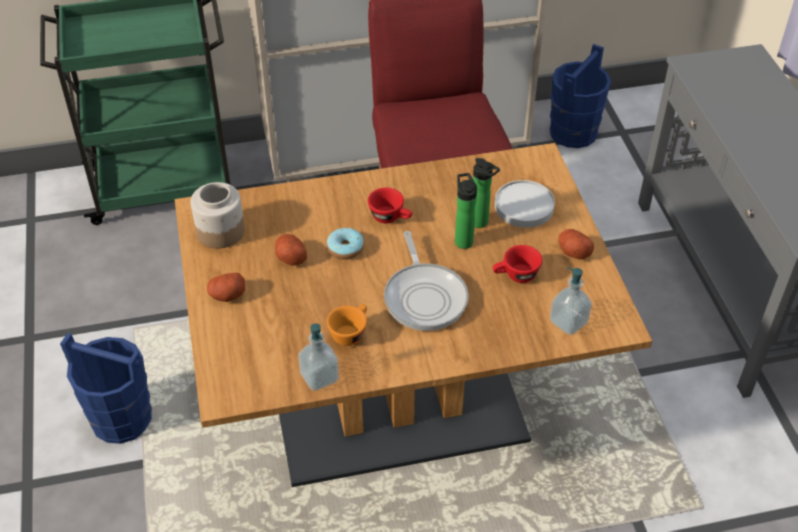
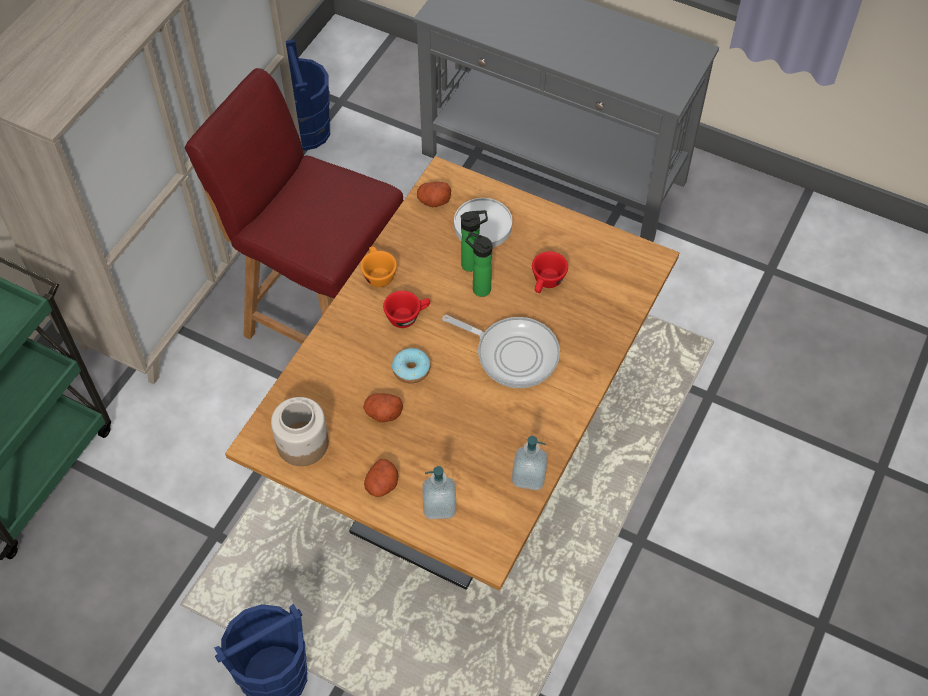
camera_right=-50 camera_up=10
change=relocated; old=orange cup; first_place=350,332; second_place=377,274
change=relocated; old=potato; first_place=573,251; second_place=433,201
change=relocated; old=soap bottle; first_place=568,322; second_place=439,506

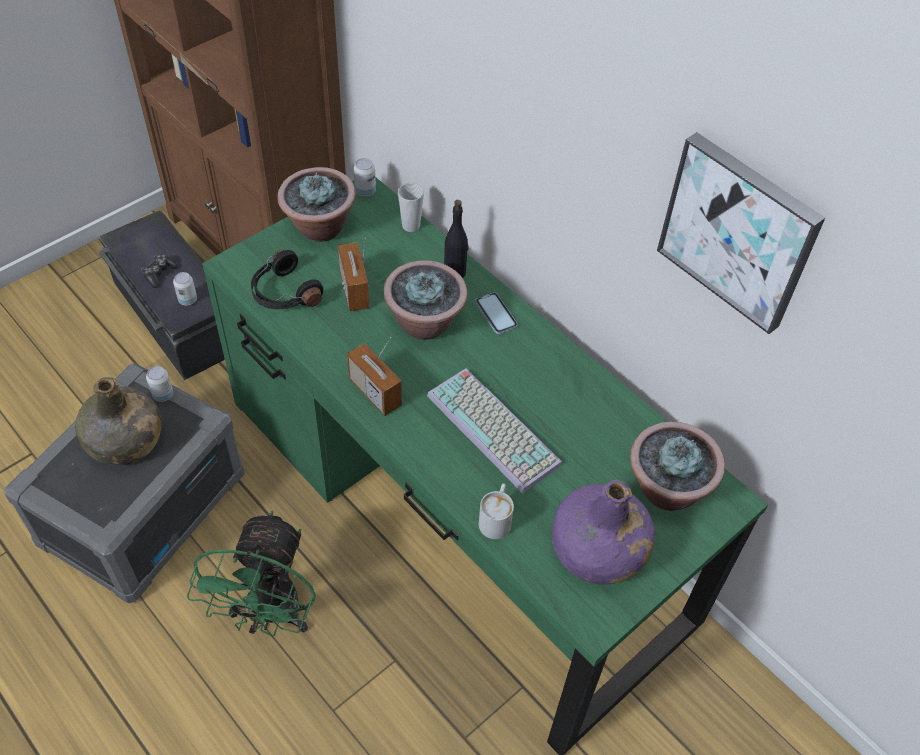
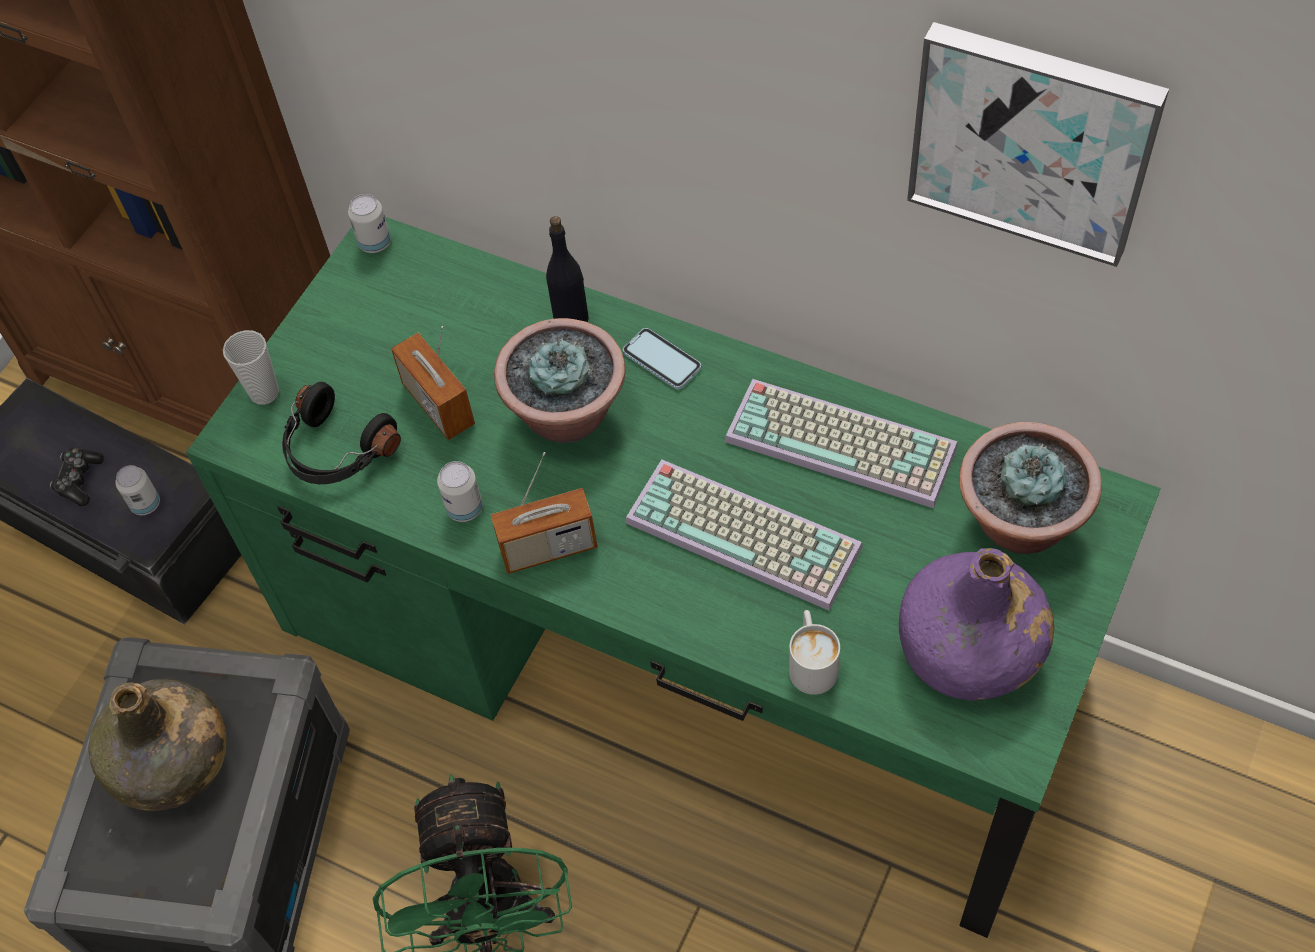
camera_right=-15 camera_up=5
change=relocated; old=cup; first_place=411,226; second_place=264,393
change=relocated; old=can; first_place=163,395; second_place=464,508
change=spun; old=radio receiver; first_place=375,392; second_place=548,548; degrees=-45
change=appeared; new=PC keyboard; second_place=844,441
change=missing; old=houseplant; first_place=319,228

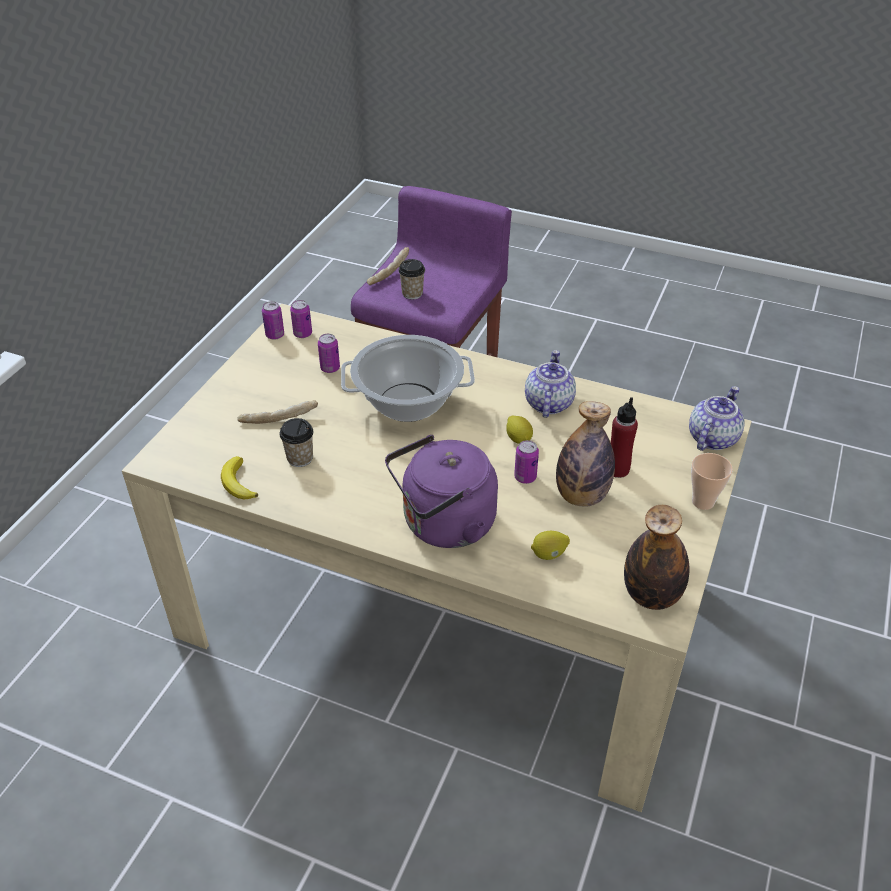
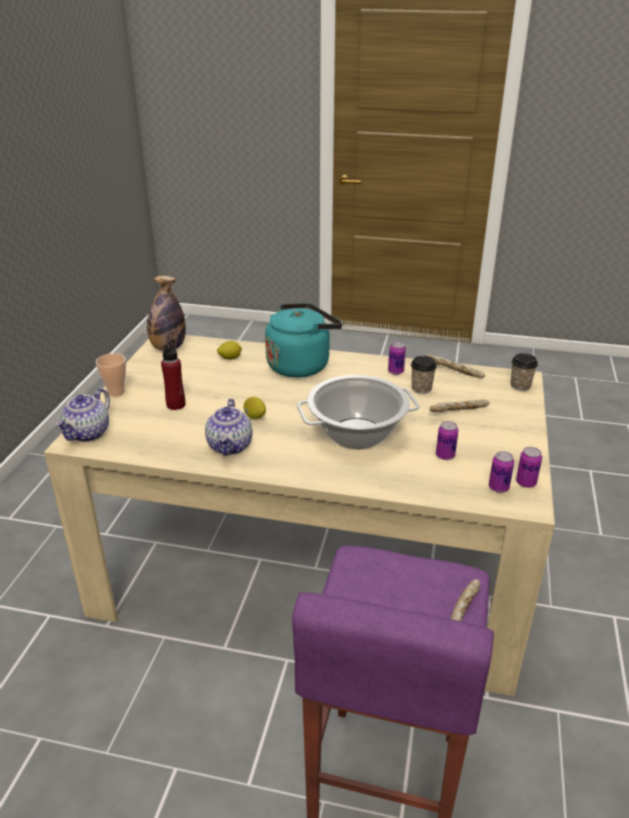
camera_right=170 camera_up=-10
change=colour; old=purplish kettle; new=turquoise kettle; first_place=444,525; second_place=301,365
change=relocated; old=can; first_place=525,477; second_place=395,371
change=exchanged; old=banana fruit; new=baked bread; first_place=238,483; second_place=454,372
change=relocated; old=cup; first_place=412,294; second_place=520,386
change=missing; old=beverage bottle; first_place=581,496

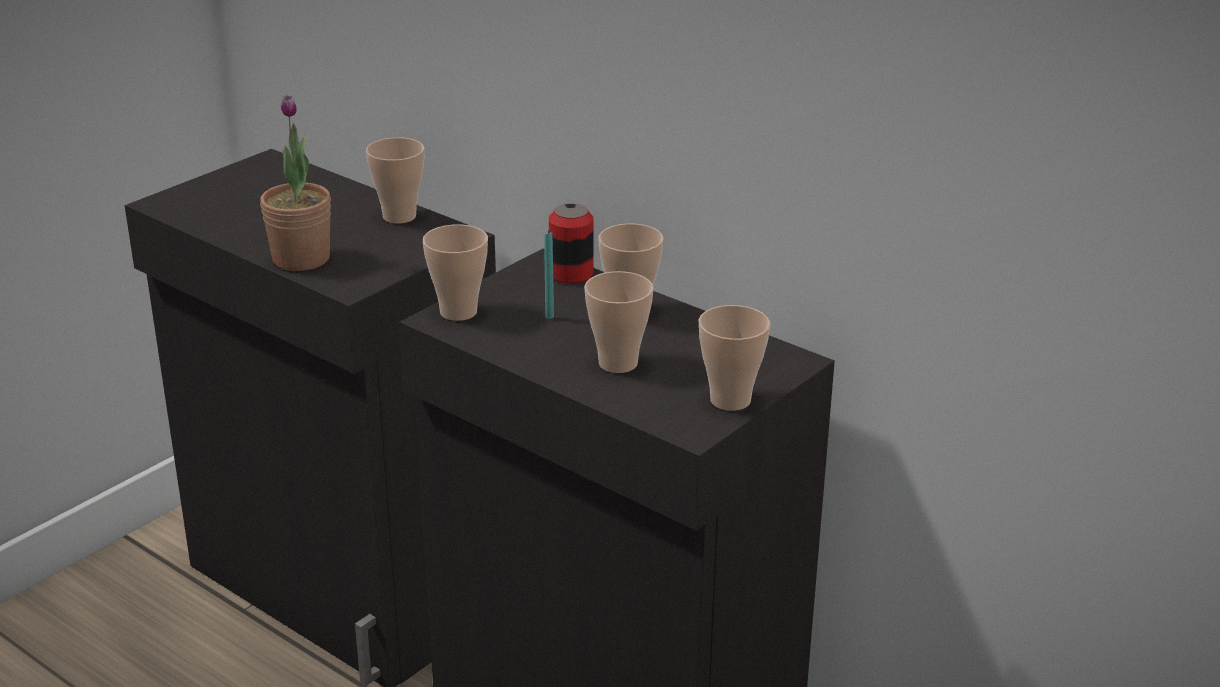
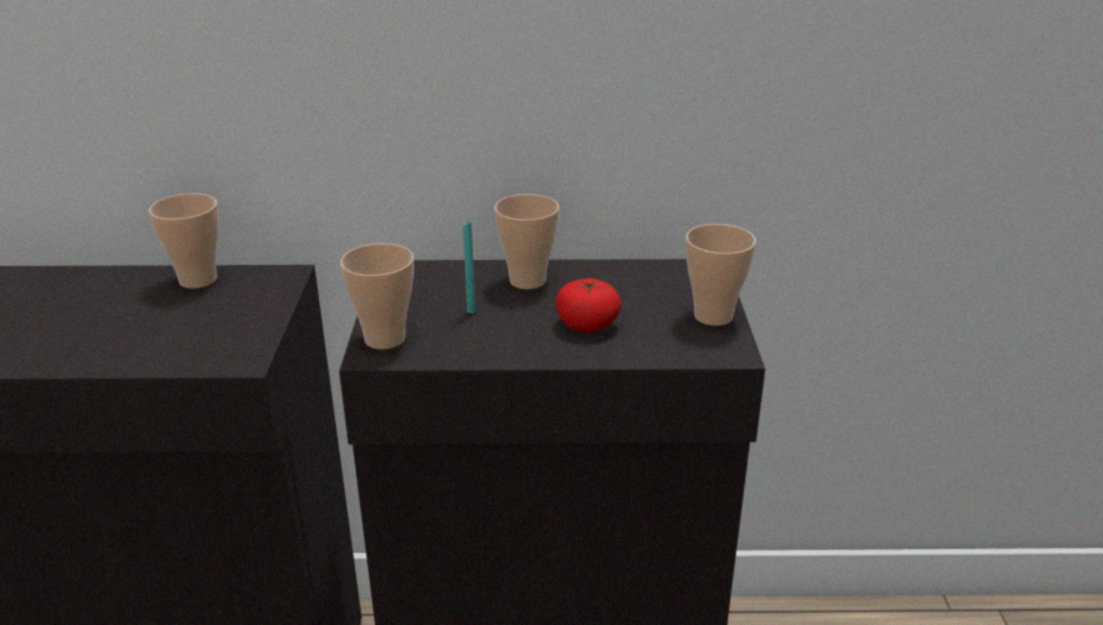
camera_right=-40 camera_up=0
change=exchanged; old=cup; new=whole tomato; first_place=618,363; second_place=587,324
change=missing; old=houseplant; first_place=301,259
change=missing; old=can; first_place=571,274

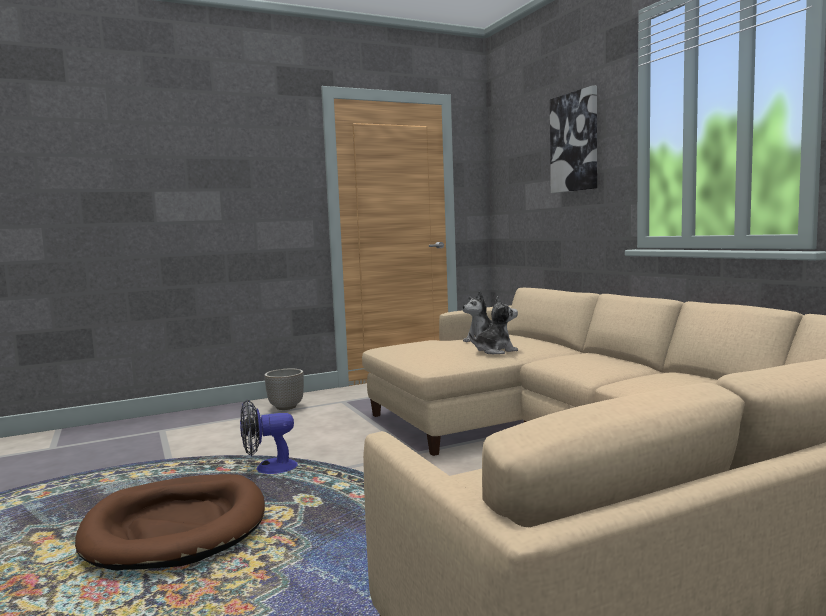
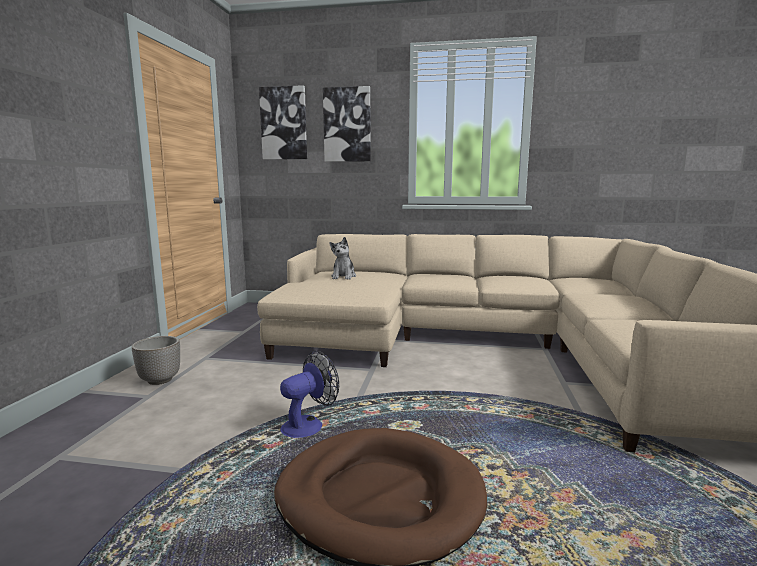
camera_right=-55 camera_up=5
change=appeared; new=wall picture; second_place=284,123
change=spun; old=cooling fan; first_place=268,469; second_place=308,425; degrees=-150
change=missing; old=cuddly toy; first_place=495,351

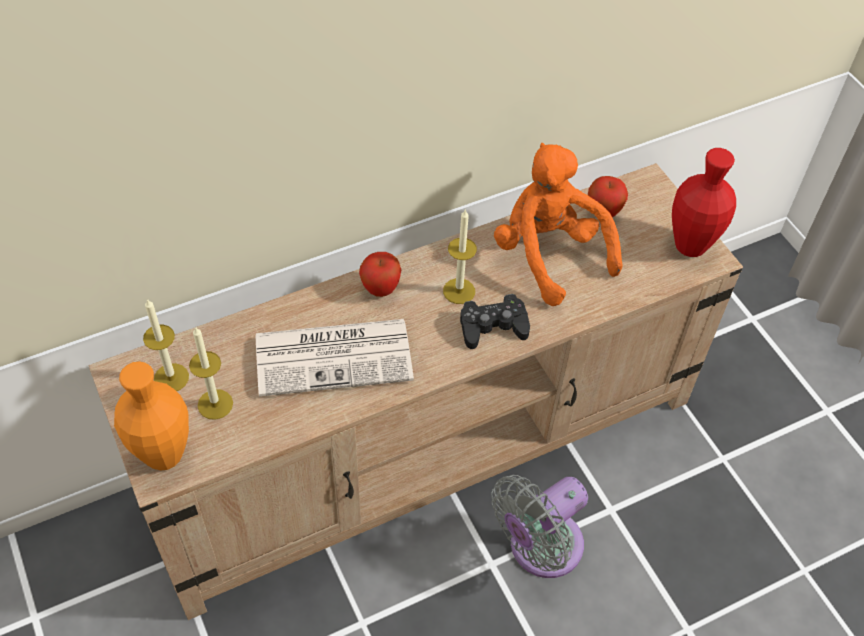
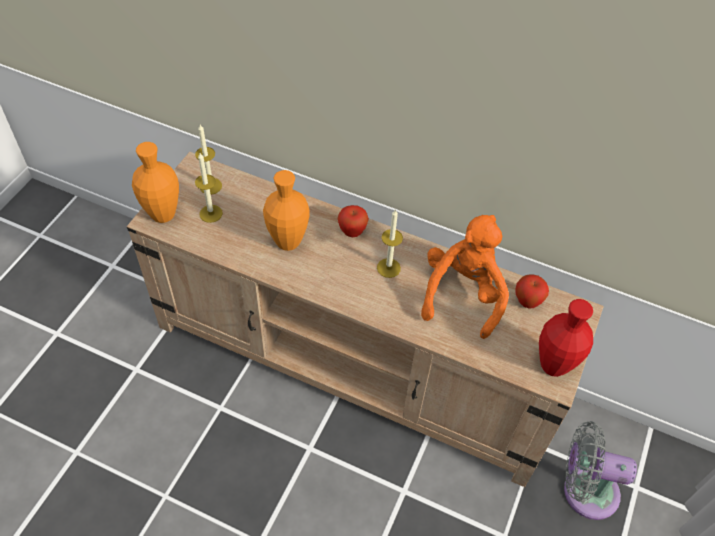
camera_right=50 camera_up=0
change=exchanged; old=printed paper; new=orange decorative vase; first_place=335,356; second_place=288,242
change=relocated; old=grey cooling fan; first_place=539,548; second_place=584,490
change=missing; old=black-coloured joypad; first_place=492,326

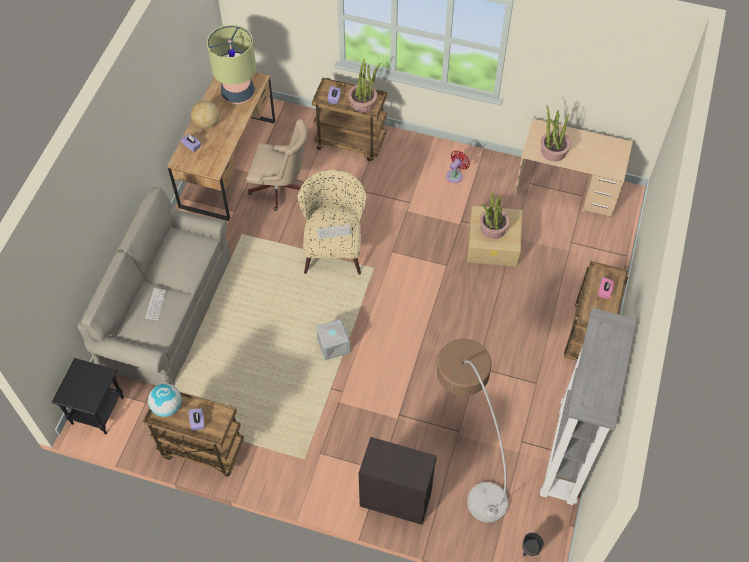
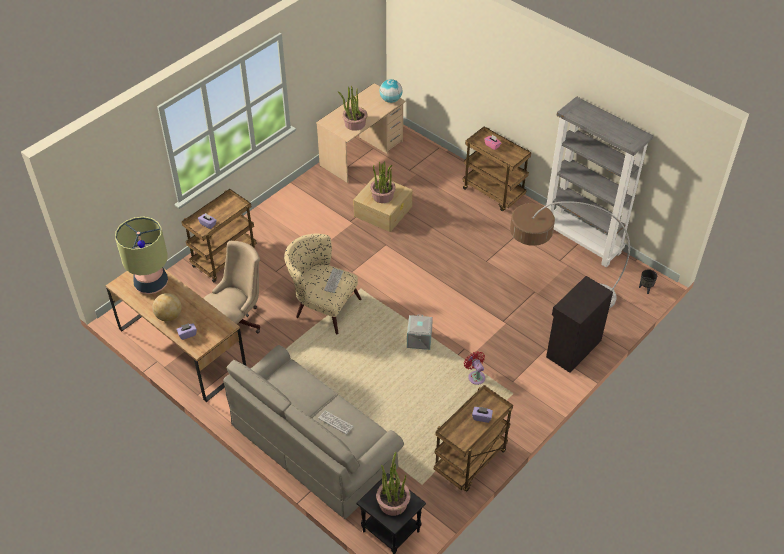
camera_right=-65 camera_up=-10
change=relocated; old=houseplant; first_place=363,103; second_place=393,502
change=relocated; old=globe; first_place=167,407; second_place=391,100
change=relocated; old=red cooling fan; first_place=455,175; second_place=475,376

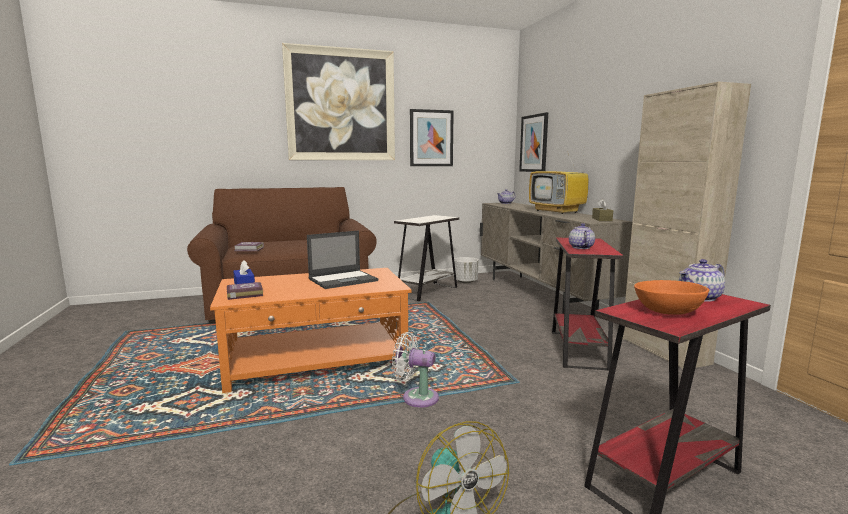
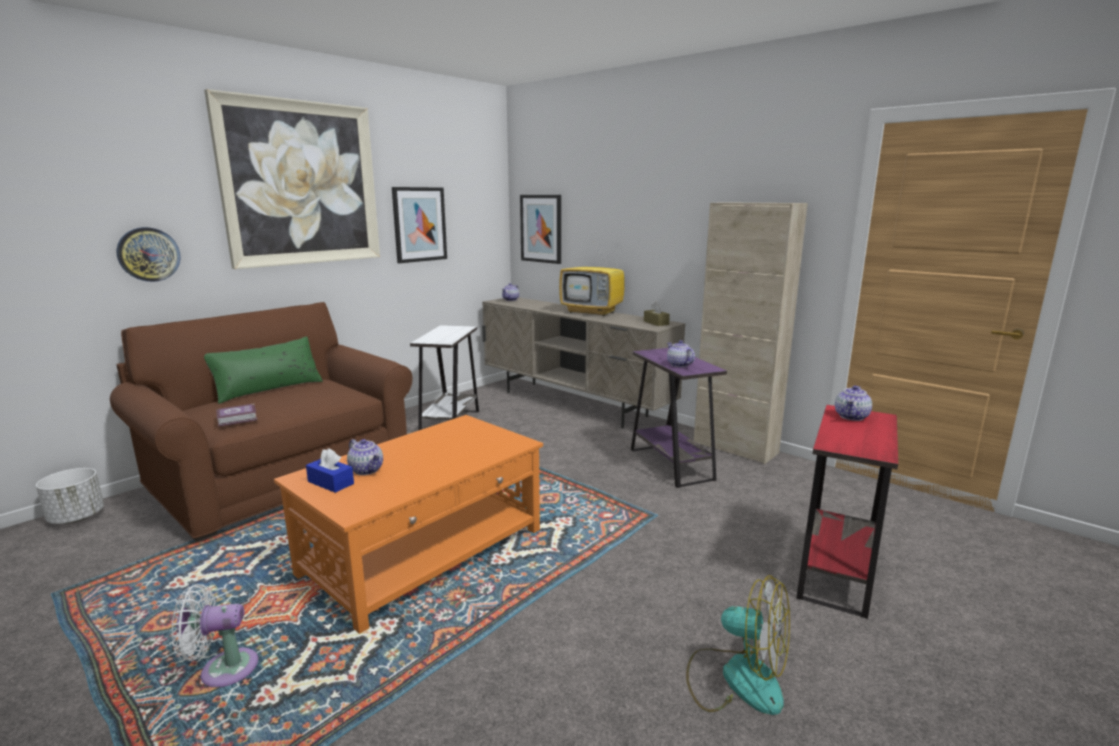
camera_right=-30 camera_up=5
change=relocated; old=white-coloured planter; first_place=465,282; second_place=77,517
change=appeared; new=hanging clock; second_place=148,254
change=relocated; old=white-coloured cooling fan; first_place=416,397; second_place=223,669
change=appeared; new=greenish throw pillow; second_place=268,389
change=appeared; new=tea pot; second_place=367,470
change=colour; old=red side table; new=purplish side table; first_place=578,349; second_place=671,464
change=missing; old=book; first_place=244,294
change=missing; old=portable computer; first_place=343,280
change=missing; old=orange bowl; first_place=669,312

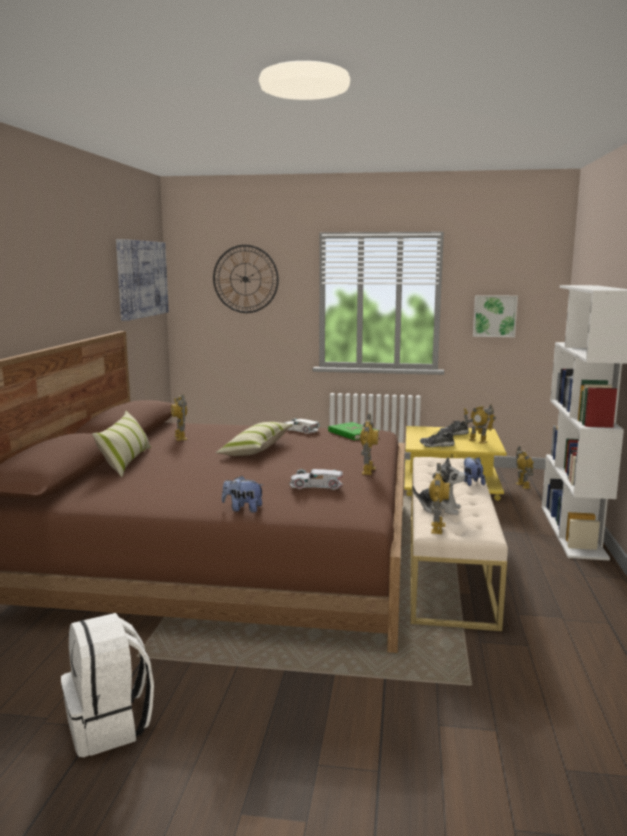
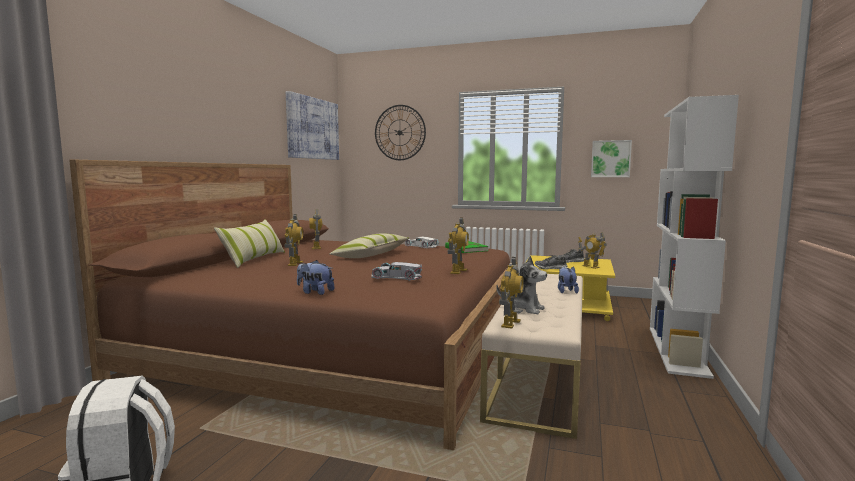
camera_right=10 camera_up=-5
change=relocated; old=model robot; first_place=523,485; second_place=294,263

